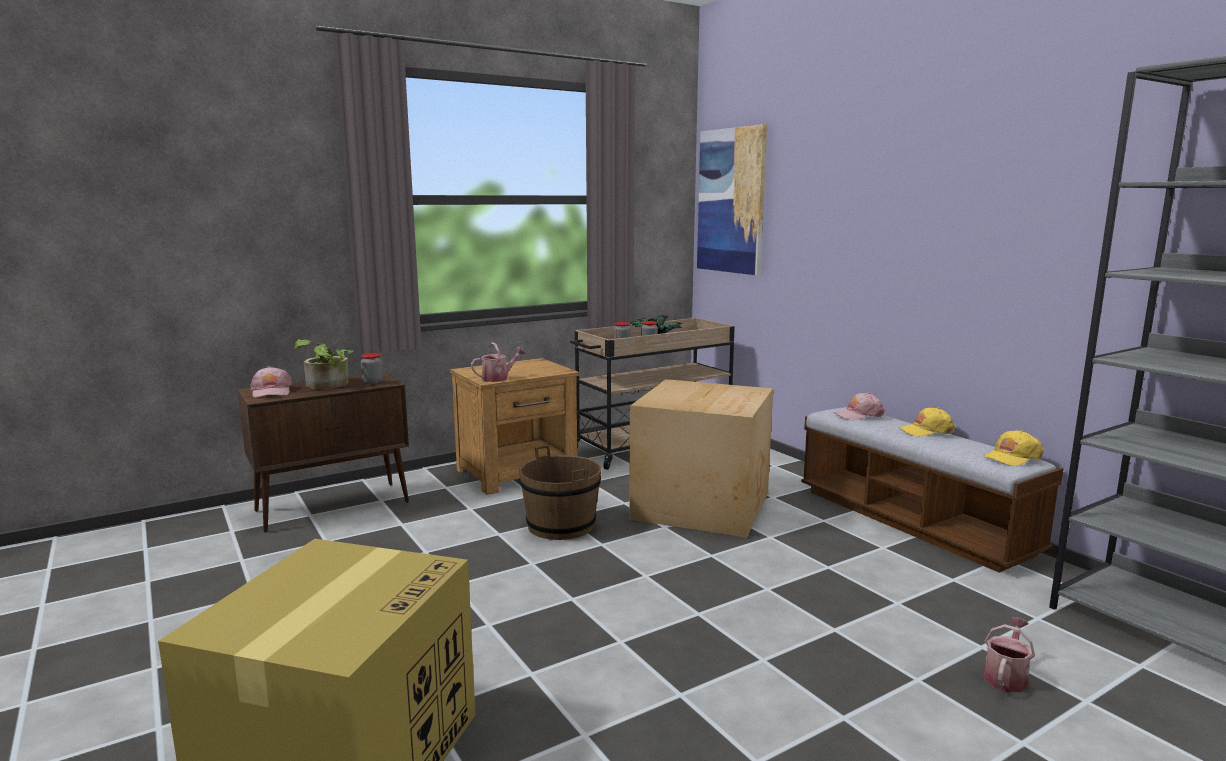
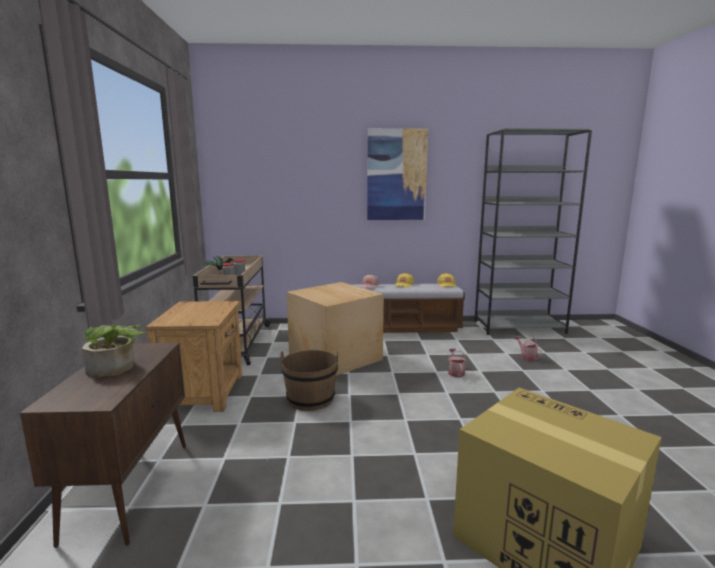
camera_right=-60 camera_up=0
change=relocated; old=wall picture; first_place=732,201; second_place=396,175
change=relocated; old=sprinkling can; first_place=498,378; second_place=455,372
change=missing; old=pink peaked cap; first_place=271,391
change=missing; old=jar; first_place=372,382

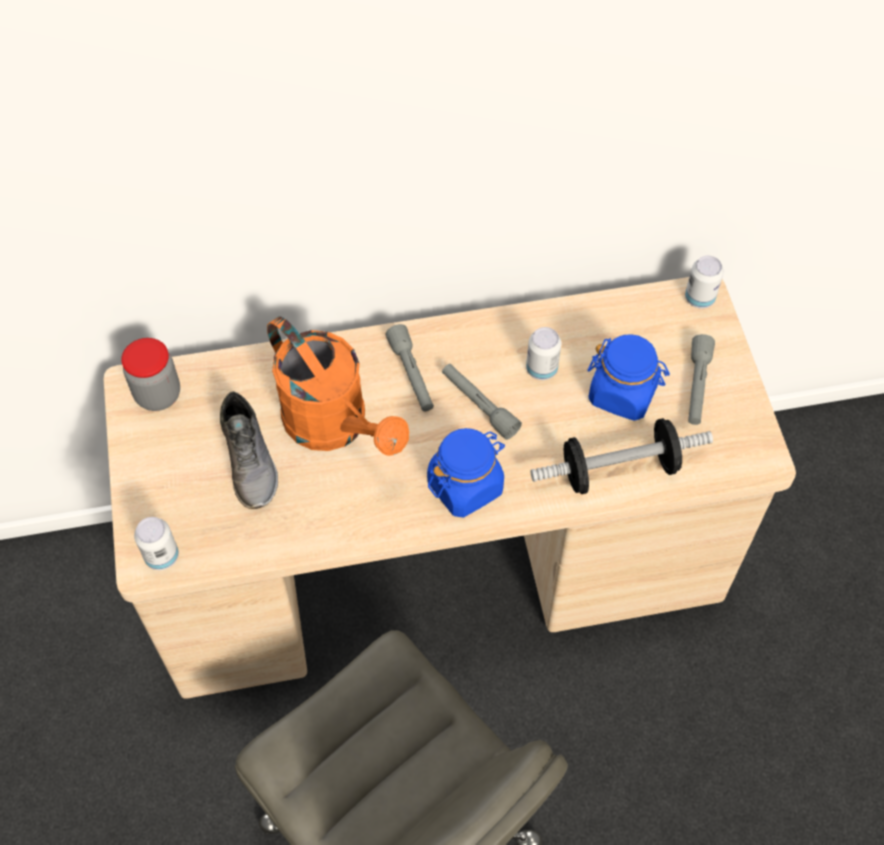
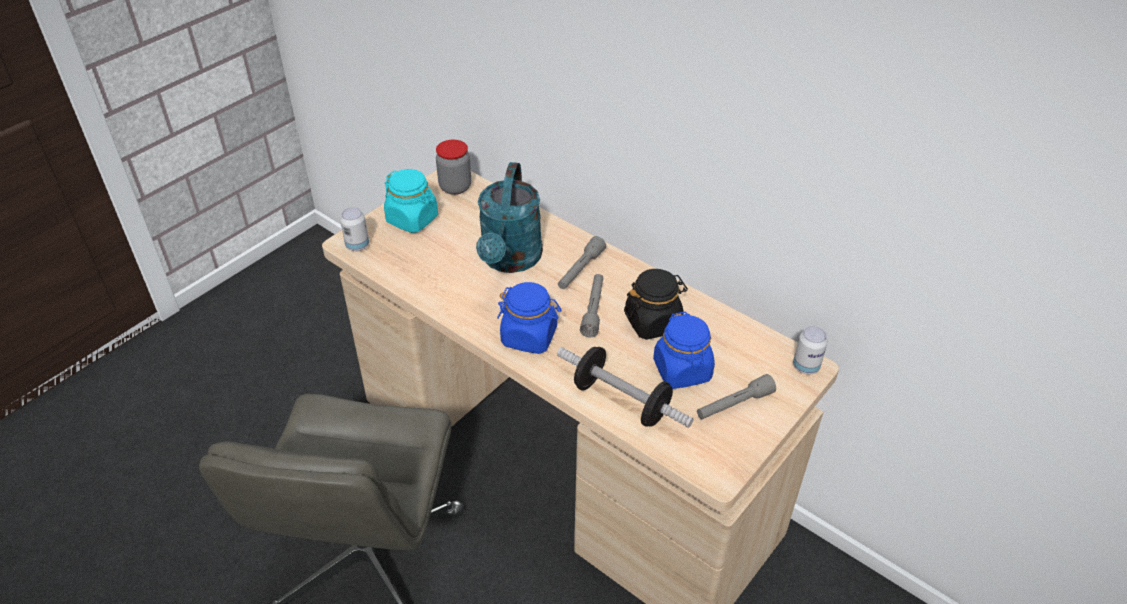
camera_right=50 camera_up=-15
change=appeared; new=turquoise jar; second_place=412,219
change=colour; old=orange sprinkling can; new=turquoise sprinkling can; first_place=336,426; second_place=510,260
change=exchanged; old=can; new=black-coloured jar; first_place=541,369; second_place=653,322
change=missing; old=grey shoe; first_place=250,460

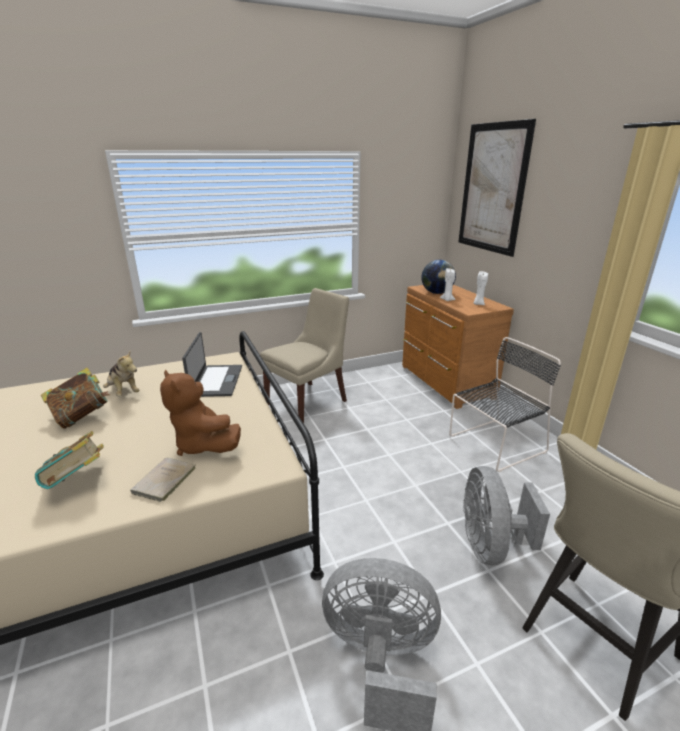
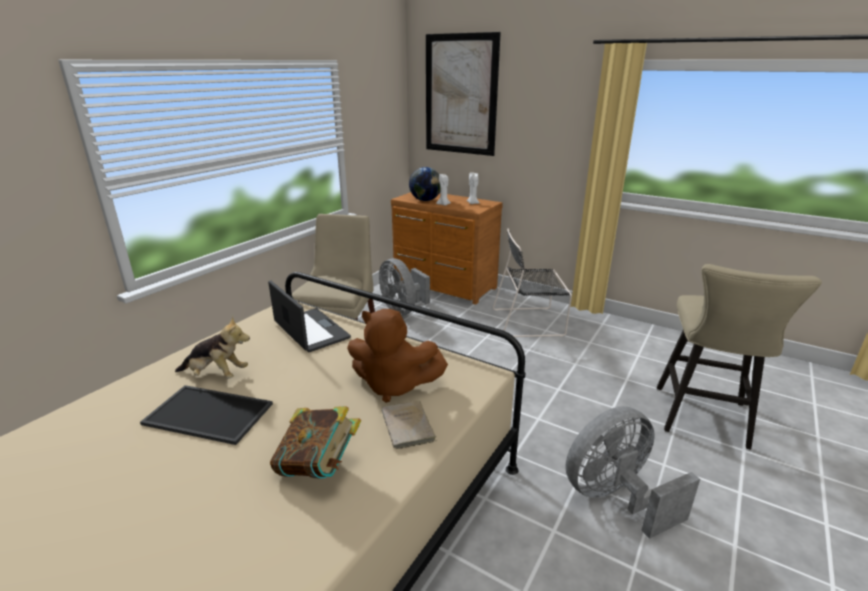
camera_right=-35 camera_up=0
change=exchanged; old=book; new=tray; first_place=82,416; second_place=206,415
change=relocated; old=grey cooling fan; first_place=490,545; second_place=403,310
change=spun; old=black-coloured plain chair; first_place=494,444; second_place=530,322; degrees=-120

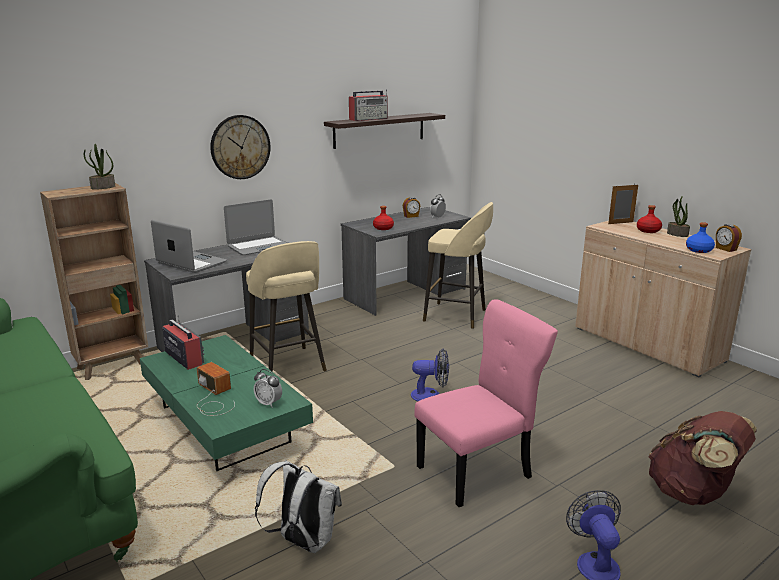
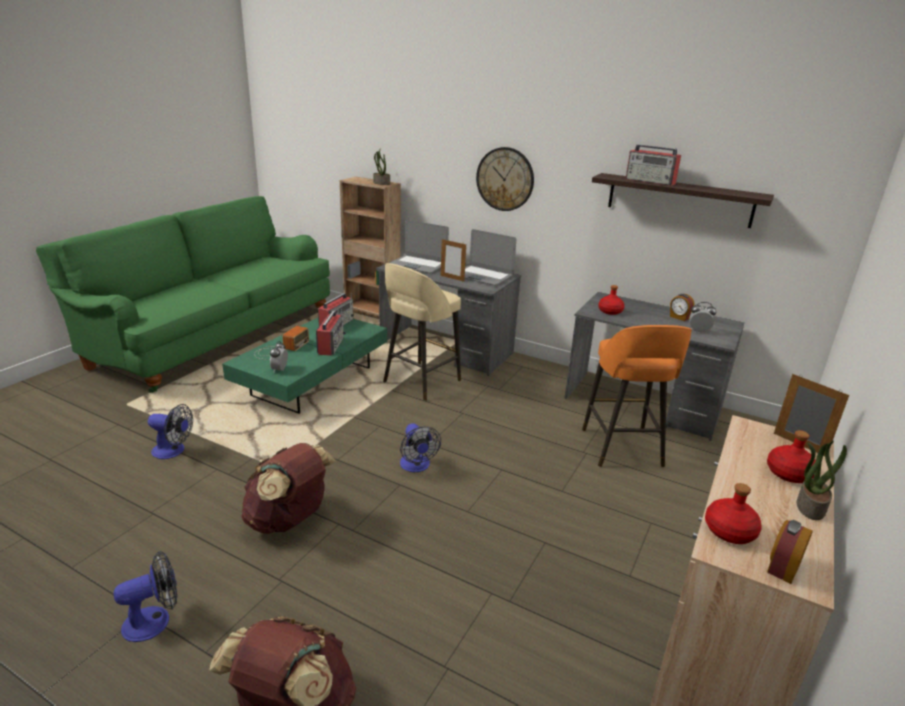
camera_right=65 camera_up=5
change=exchanged; old=white-coloured rucksack; new=cooling fan; first_place=303,542; second_place=173,451
change=exchanged; old=pink plain chair; new=brownish rucksack; first_place=478,471; second_place=289,520
change=appeared; new=radio receiver; second_place=331,345
change=spun; old=portable computer; first_place=191,263; second_place=418,265; degrees=105
change=appeared; new=picture frame; second_place=452,278
change=colour; old=beige stool; new=orange stool; first_place=457,316; second_place=622,449
change=colour; old=bluish beverage bottle; new=red beverage bottle; first_place=698,250; second_place=729,531

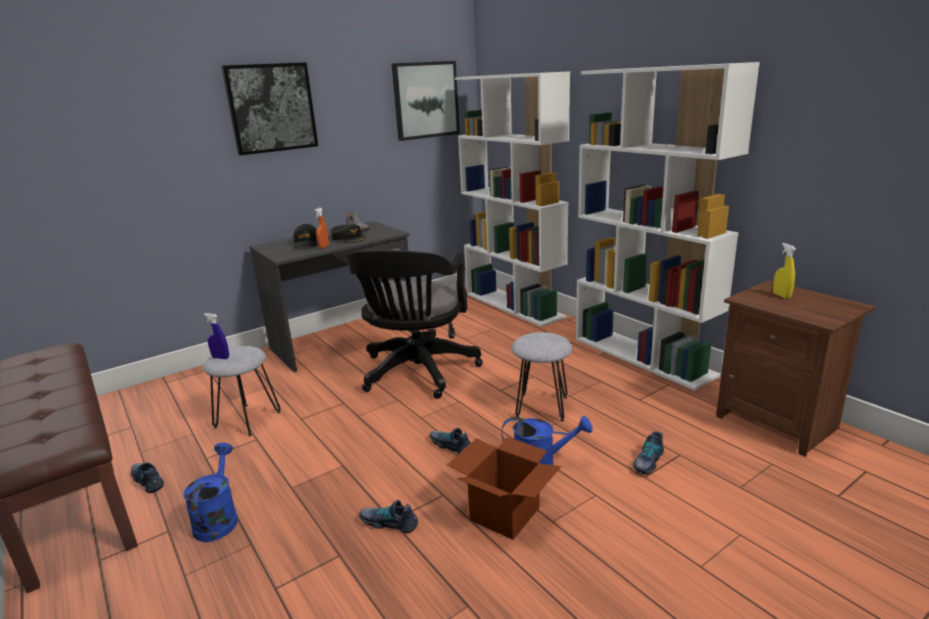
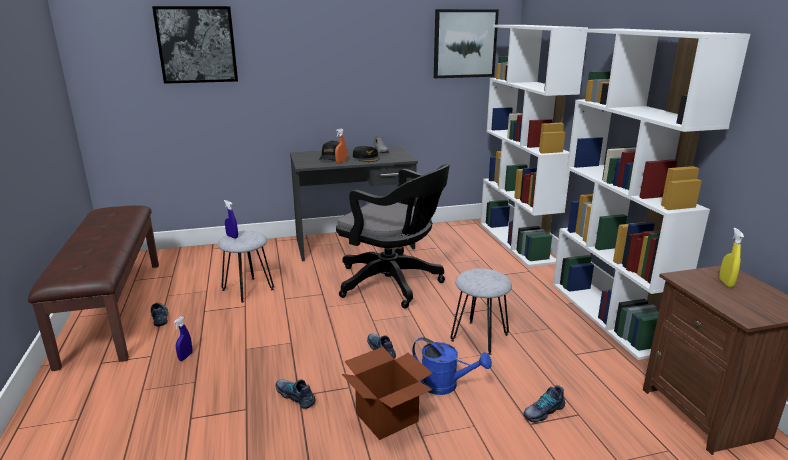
camera_right=20 camera_up=0
change=relocated; old=wall picture; first_place=271,108; second_place=197,45
change=exchanged; old=bluish sprinkling can; new=bluish hand sprayer; first_place=218,518; second_place=185,357
change=spun; old=black-coloured computer chair; first_place=417,374; second_place=393,284; degrees=-90

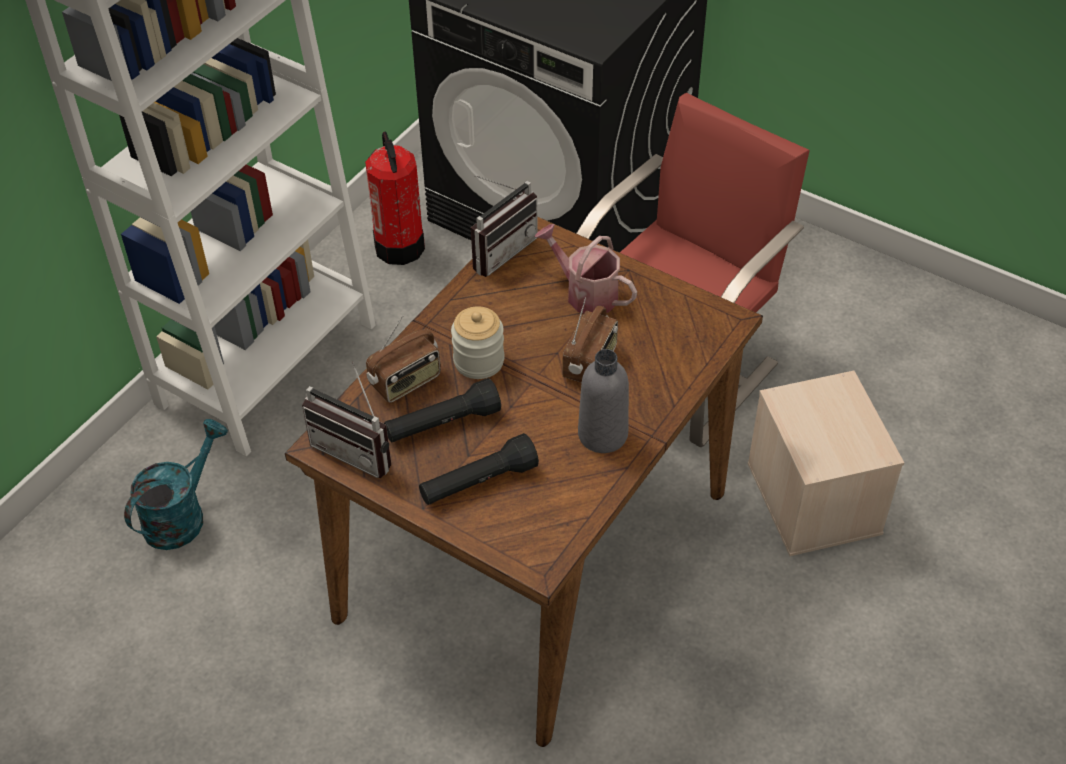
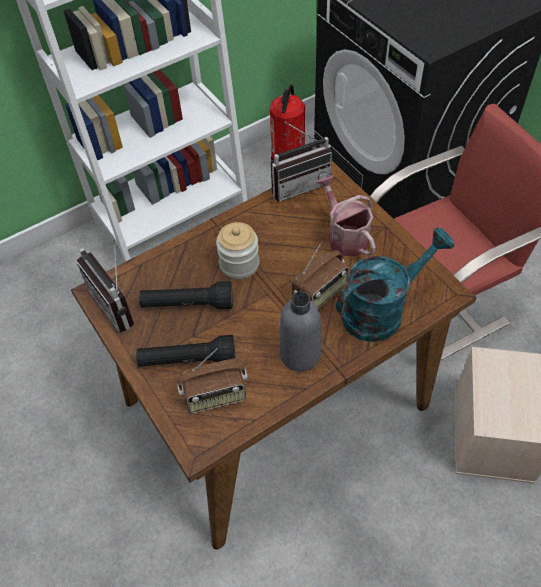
camera_right=25 camera_up=5
change=relocated; old=radio receiver; first_place=406,382; second_place=215,396
change=relocated; old=turquoise sprinkling can; first_place=182,514; second_place=381,310

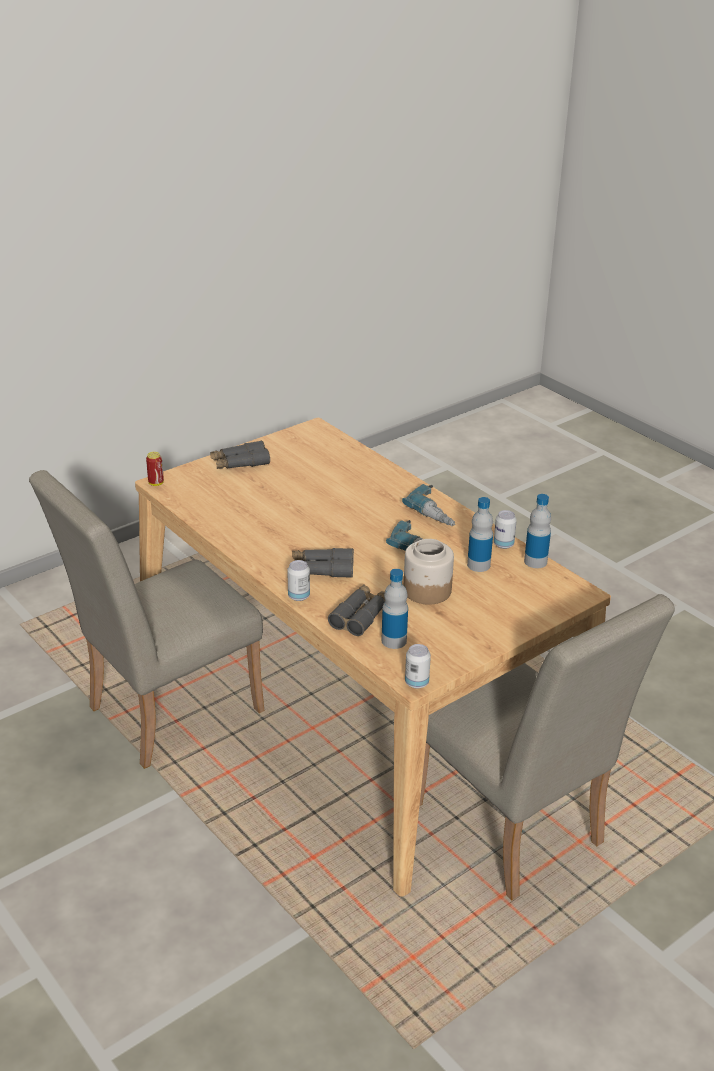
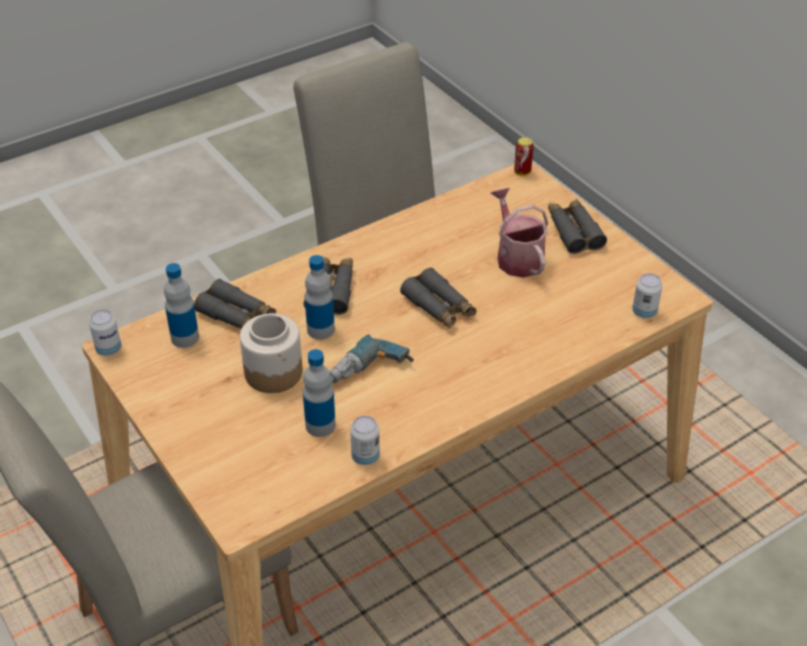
camera_right=95 camera_up=10
change=relocated; old=beverage bottle; first_place=535,561; second_place=320,330
change=appeared; new=grey pair of binoculars; second_place=439,307
change=appeared; new=sprinkling can; second_place=517,257
change=relocated; old=can; first_place=299,596; second_place=644,312
change=missing; old=electric drill; first_place=437,512

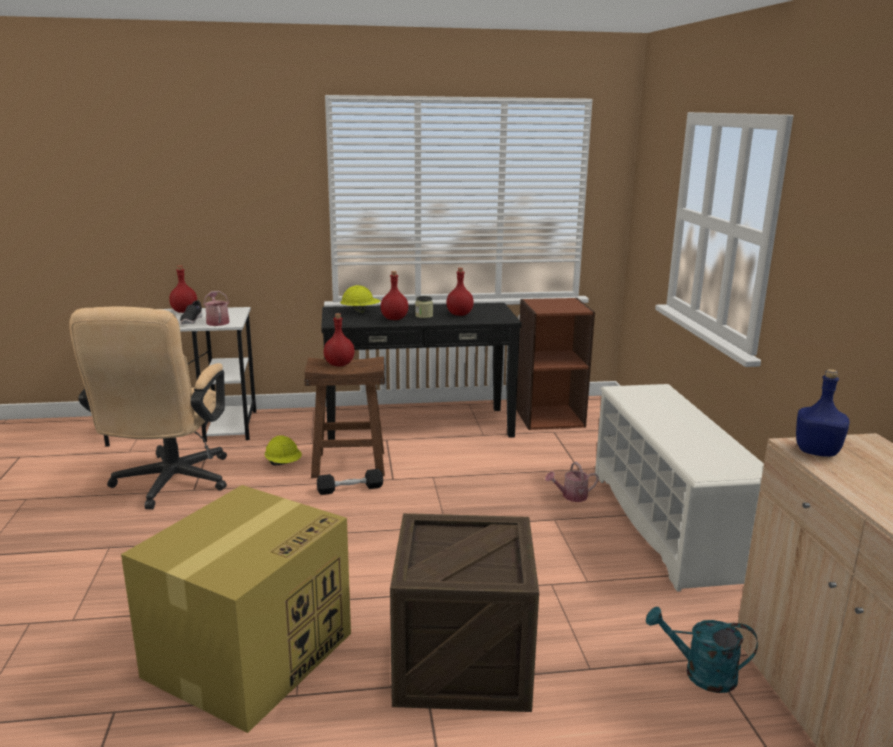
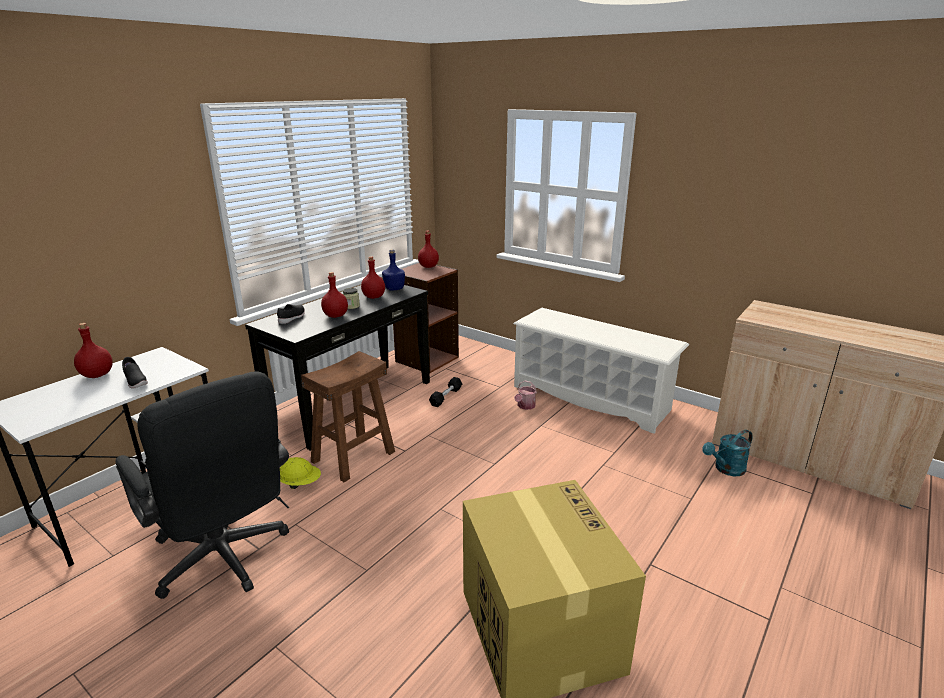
camera_right=-45 camera_up=5
change=colour; old=beige computer chair; new=black-coloured computer chair; first_place=168,485; second_place=225,560
change=exchanged; old=yellow hard hat; new=black-coloured shoe; first_place=360,312; second_place=292,318
change=relocated; old=bluish beverage bottle; first_place=817,451; second_place=394,288
change=relocated; old=red beverage bottle; first_place=340,364; second_place=428,266
change=relocated; old=black-coloured dumbbell; first_place=350,489; second_place=446,397
change=missing; old=sprinkling can; first_place=217,322
change=missing; old=shipping crate; first_place=462,661

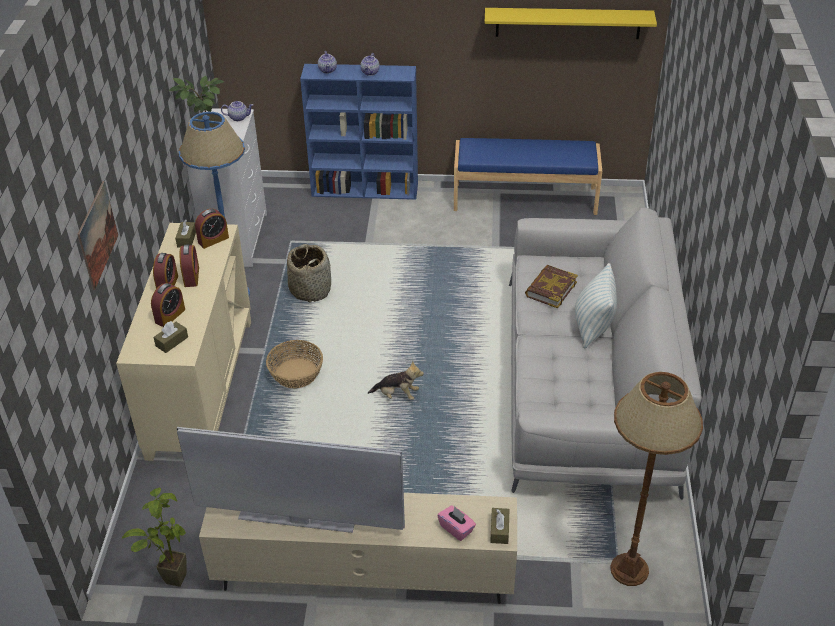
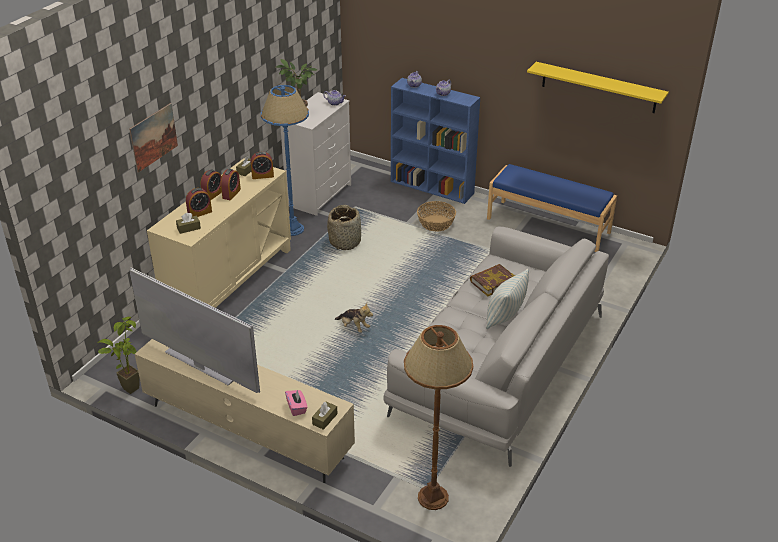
camera_right=25 camera_up=-5
change=relocated; old=storage basket; first_place=296,373; second_place=436,223

